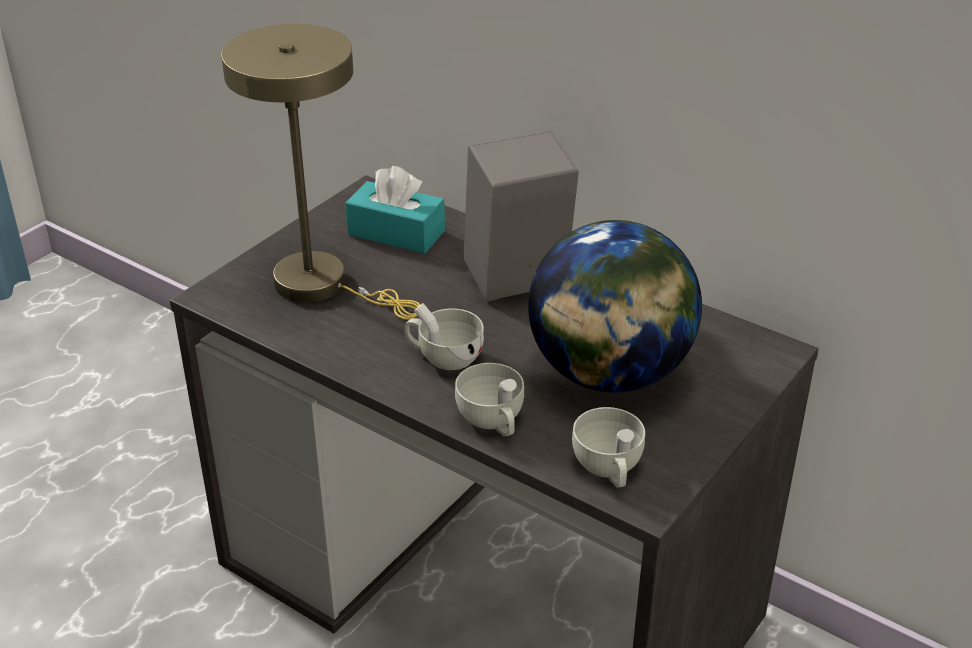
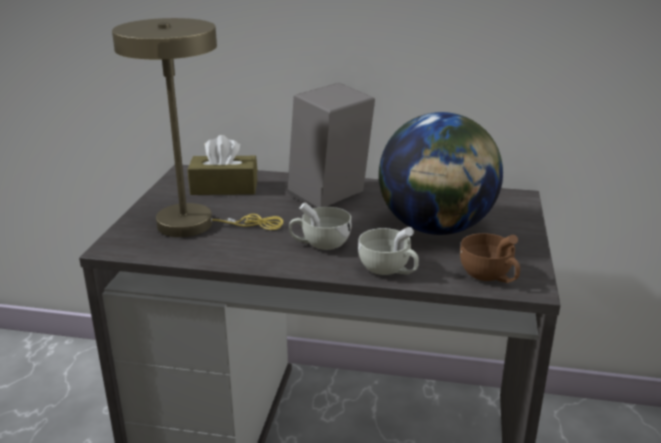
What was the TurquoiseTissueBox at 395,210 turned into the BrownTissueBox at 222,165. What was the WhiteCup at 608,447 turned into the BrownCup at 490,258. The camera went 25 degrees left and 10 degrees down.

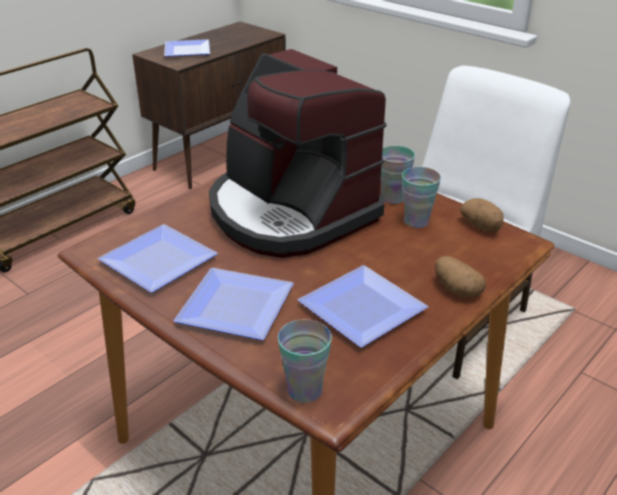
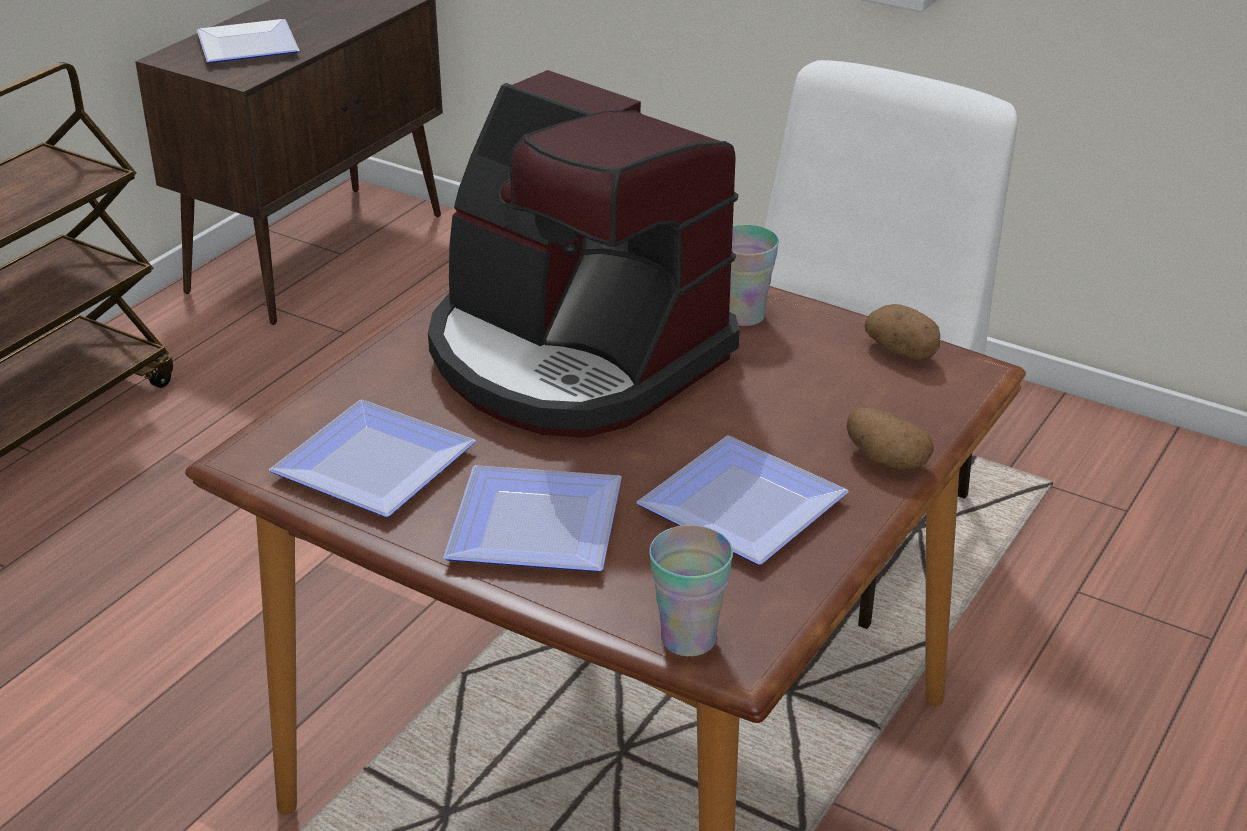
The second view lost the Cup at 421,197. The camera went 10 degrees left and 0 degrees up.

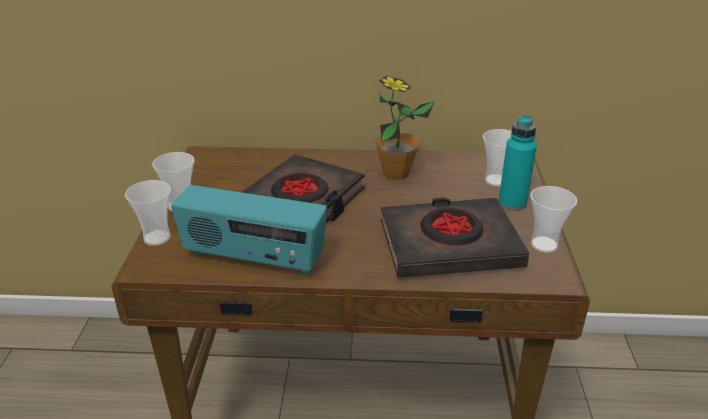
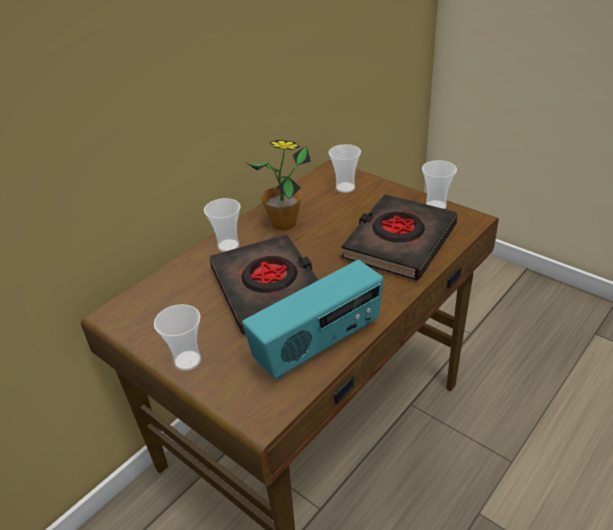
The second view lost the TurquoiseBottle at 518,163. The Cup ended up elsewhere, having gone from 148,213 to 222,225. The camera went 50 degrees left and 5 degrees up.

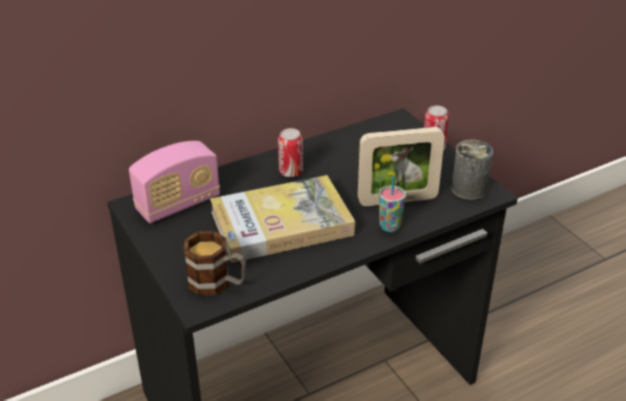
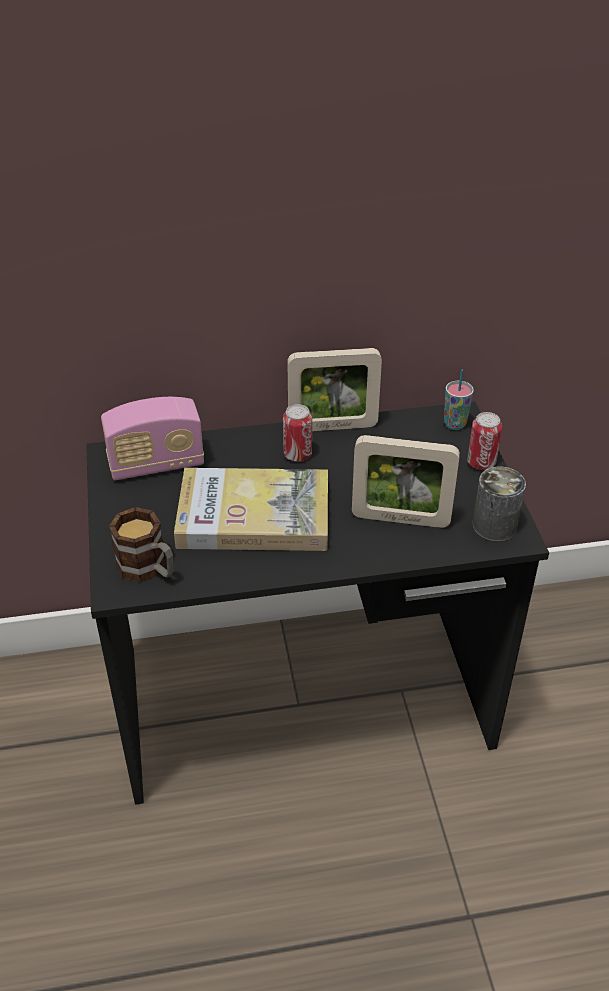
The second view gained the PictureFrame at 334,389. The Cup ended up elsewhere, having gone from 392,203 to 459,400. The camera went 20 degrees right and 5 degrees up.

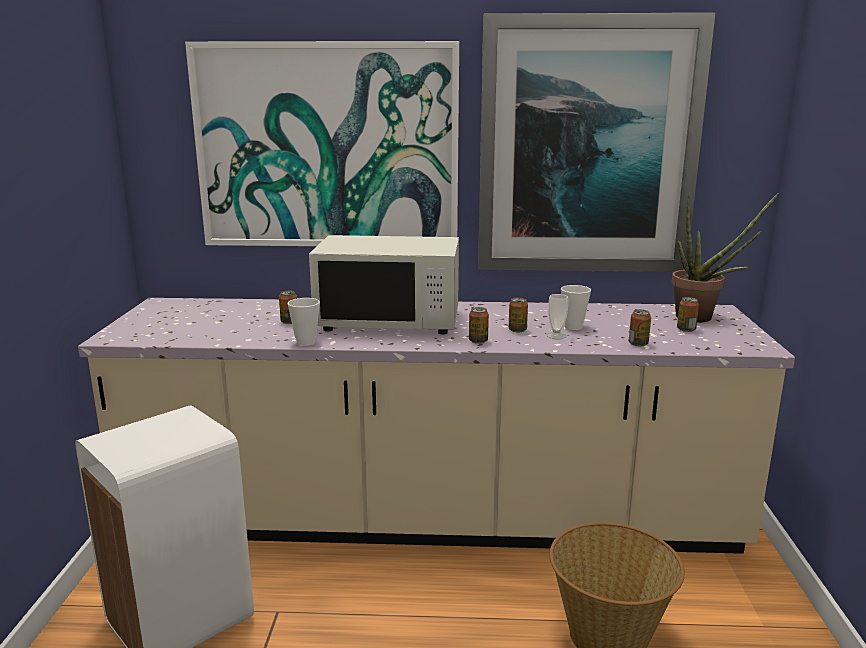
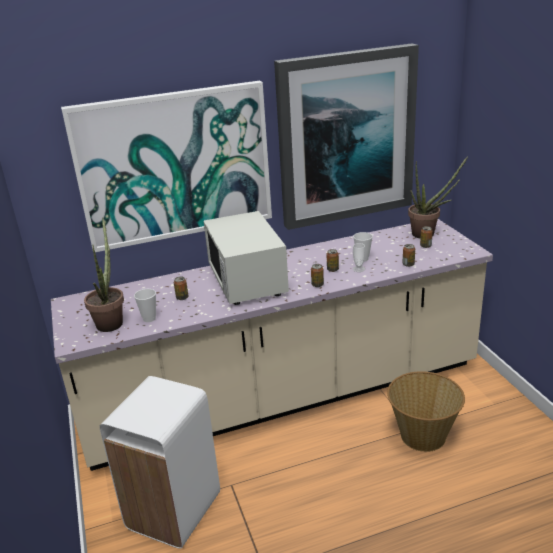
The second view gained the PottedPlant at 104,274. The Cup ended up elsewhere, having gone from 303,322 to 145,305. The WhiteMicrowave at 384,285 ended up facing another way, 90 degrees clockwise from before. The camera went 20 degrees left and 10 degrees up.

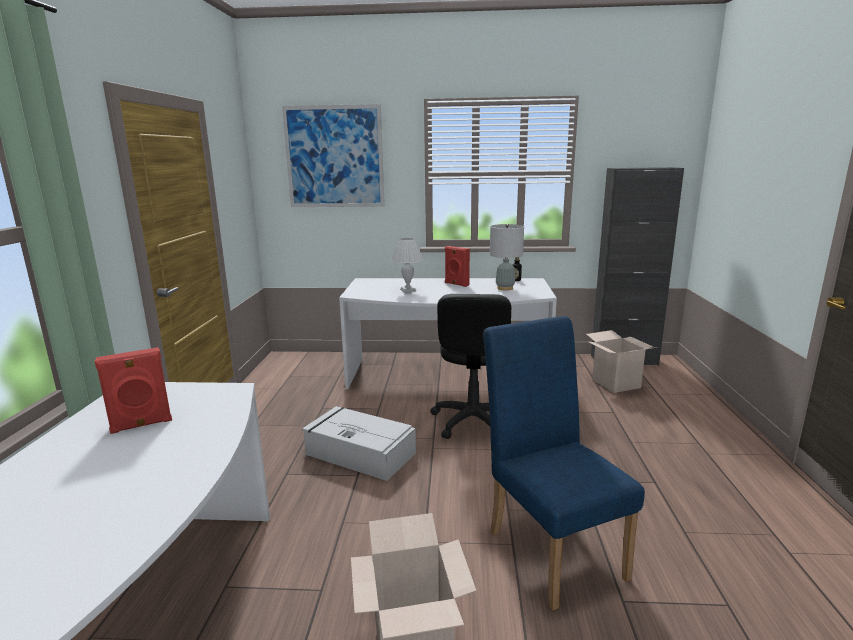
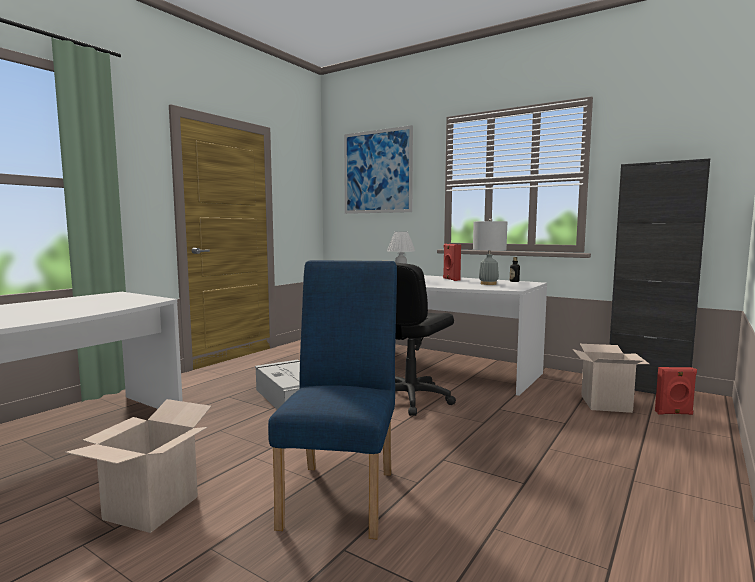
The RedSpeaker ended up elsewhere, having gone from 133,390 to 676,391. The camera went 30 degrees right and 10 degrees down.

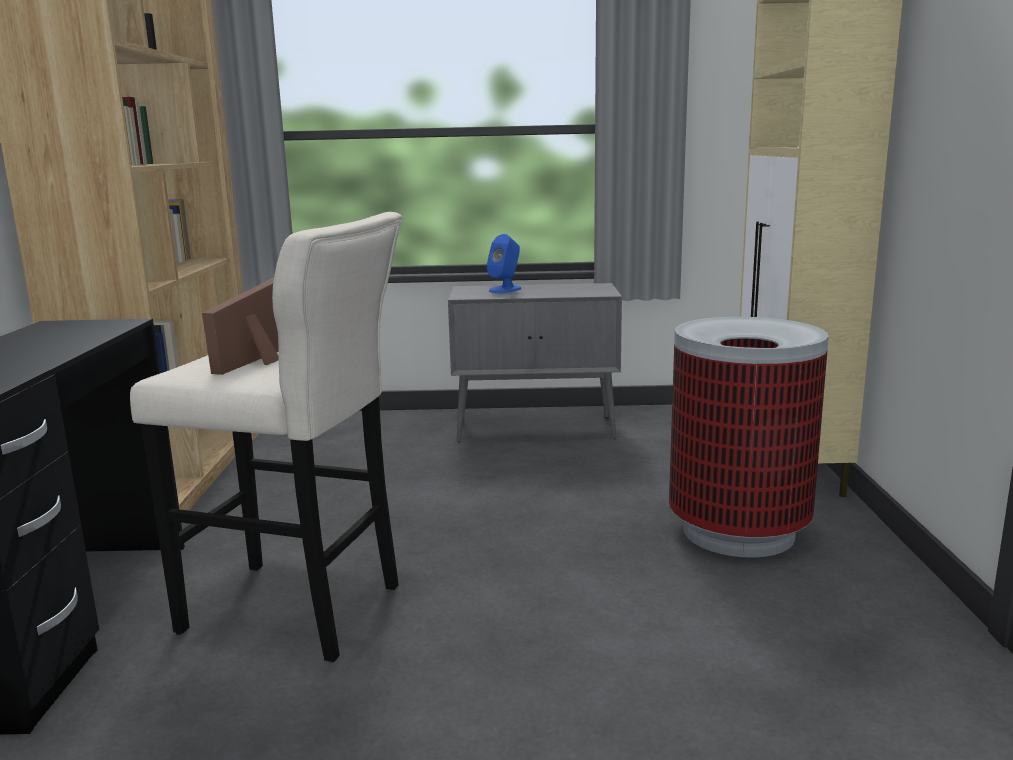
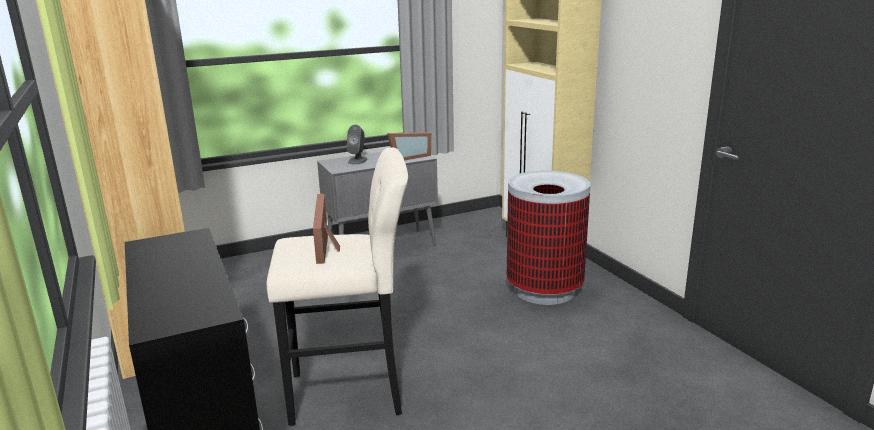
The second view gained the PictureFrame at 409,146. What was the BlueSpeaker at 504,263 turned into the GreySpeaker at 357,144. The camera went 25 degrees left and 5 degrees up.

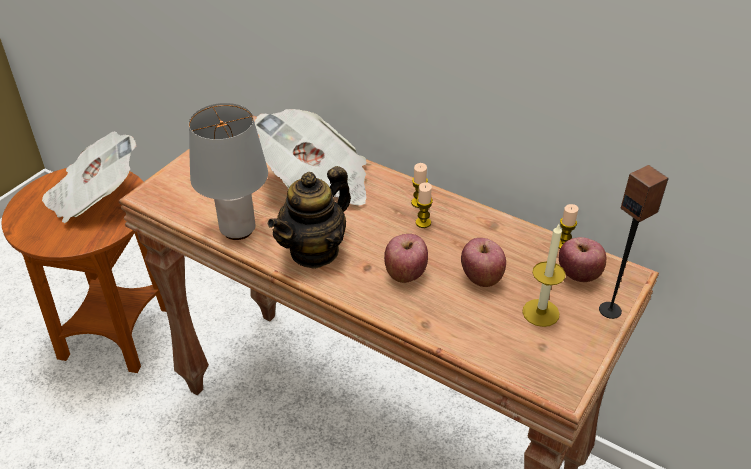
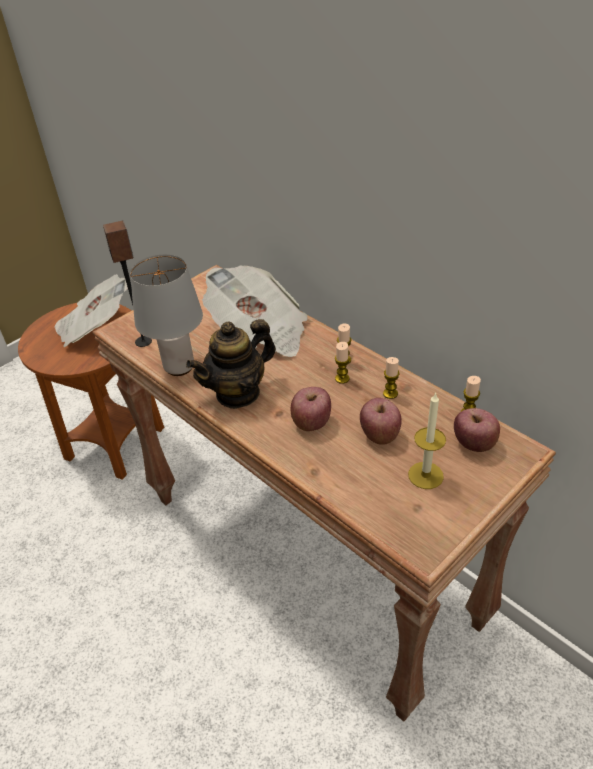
The second view gained the Candle at 391,378. The Speaker ended up elsewhere, having gone from 634,242 to 127,284. The camera went 15 degrees right and 0 degrees up.

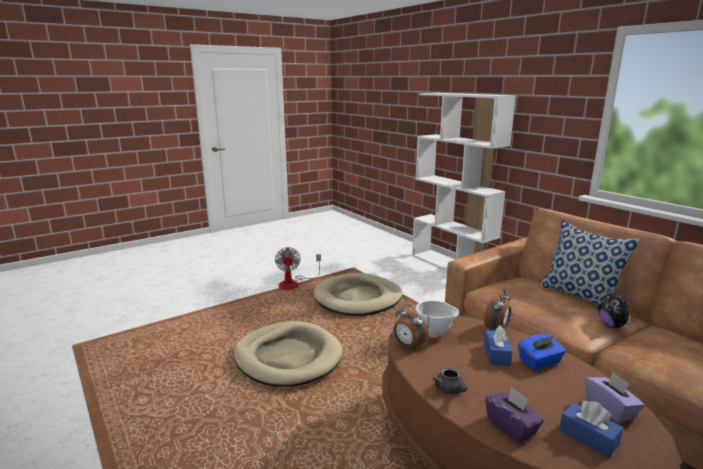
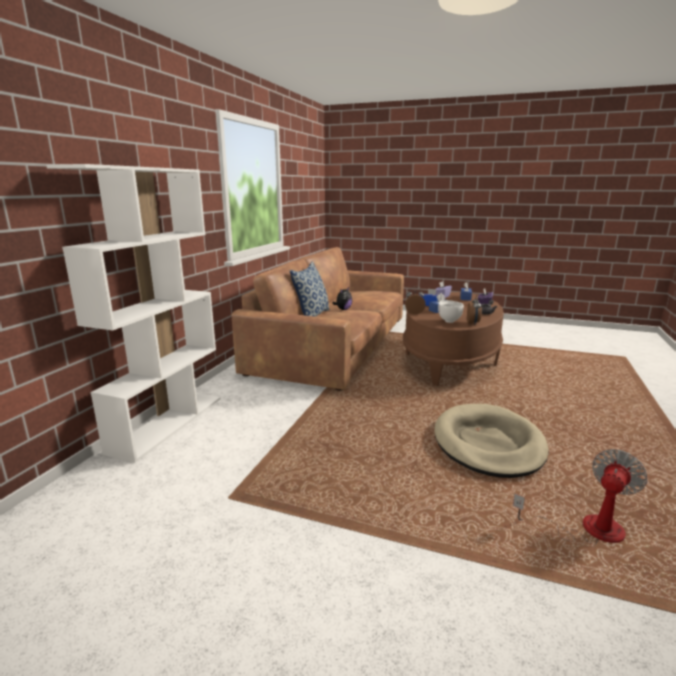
The second view lost the BeigeDogBed at 358,294. The Fan ended up elsewhere, having gone from 298,268 to 580,496. The camera went 125 degrees left and 0 degrees up.

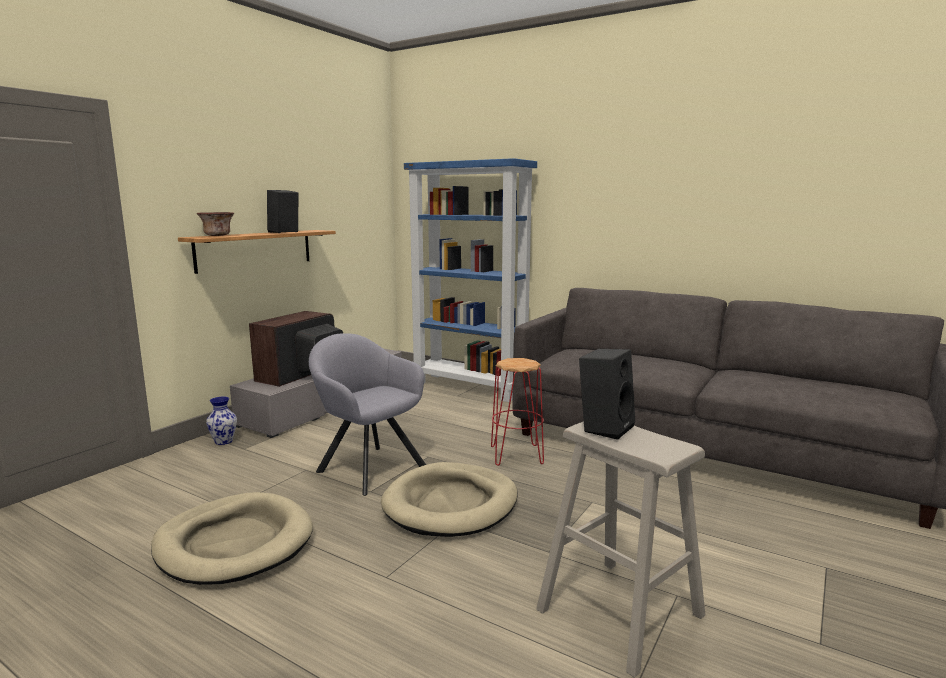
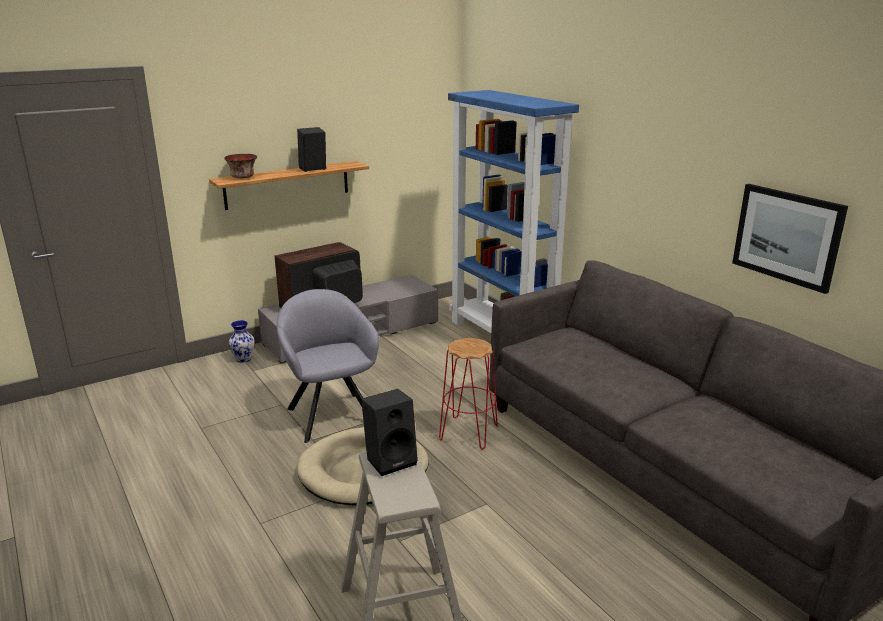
The second view lost the BeigeDogBed at 232,538. The second view gained the Picture at 790,239. The camera went 25 degrees right and 10 degrees up.

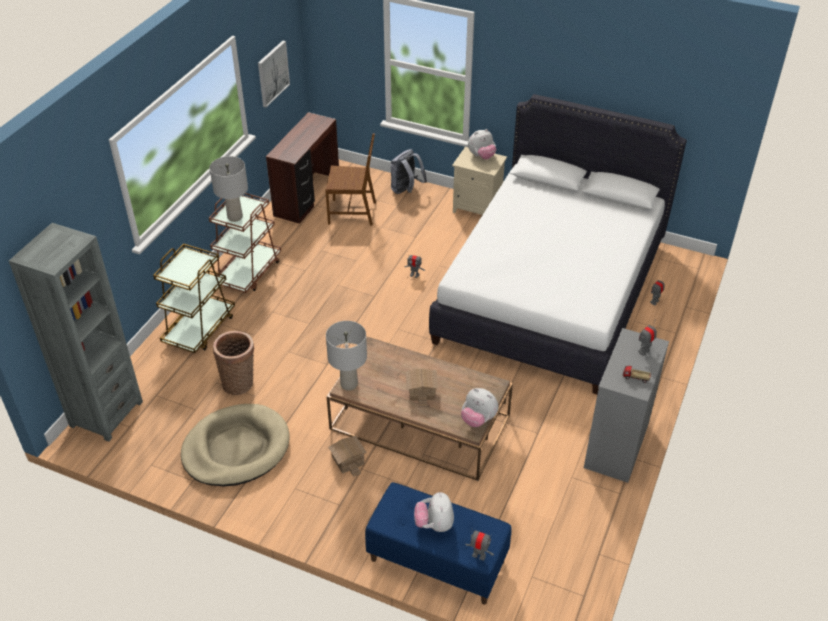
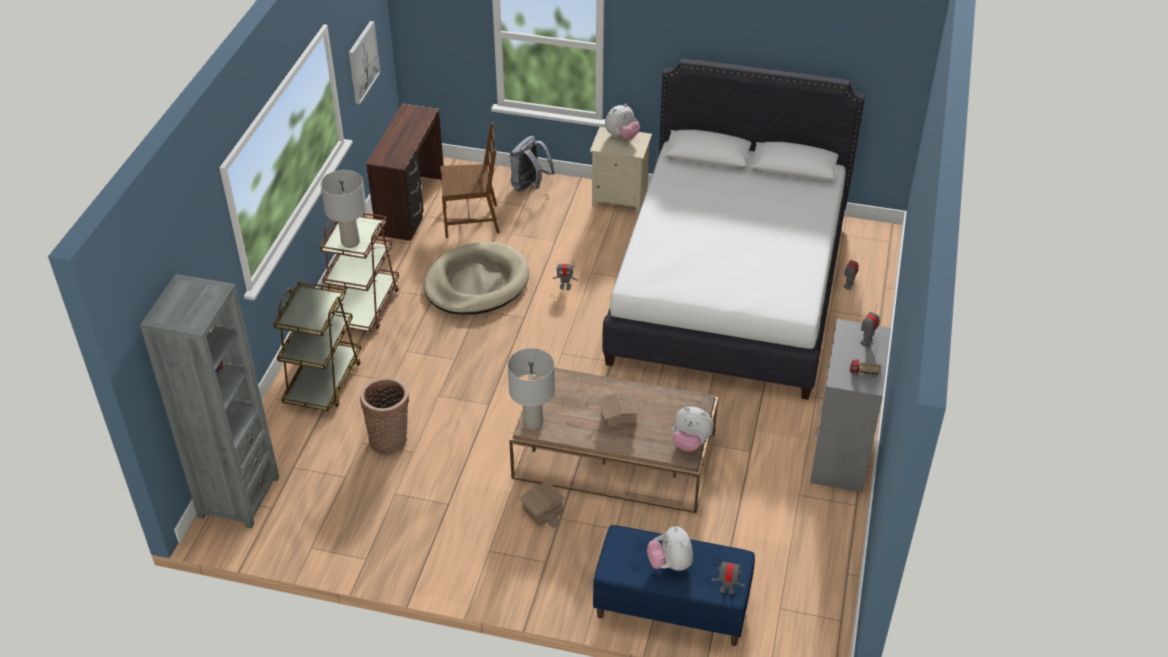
The BeigeDogBed ended up elsewhere, having gone from 235,445 to 476,278. The camera went 10 degrees left and 0 degrees up.

